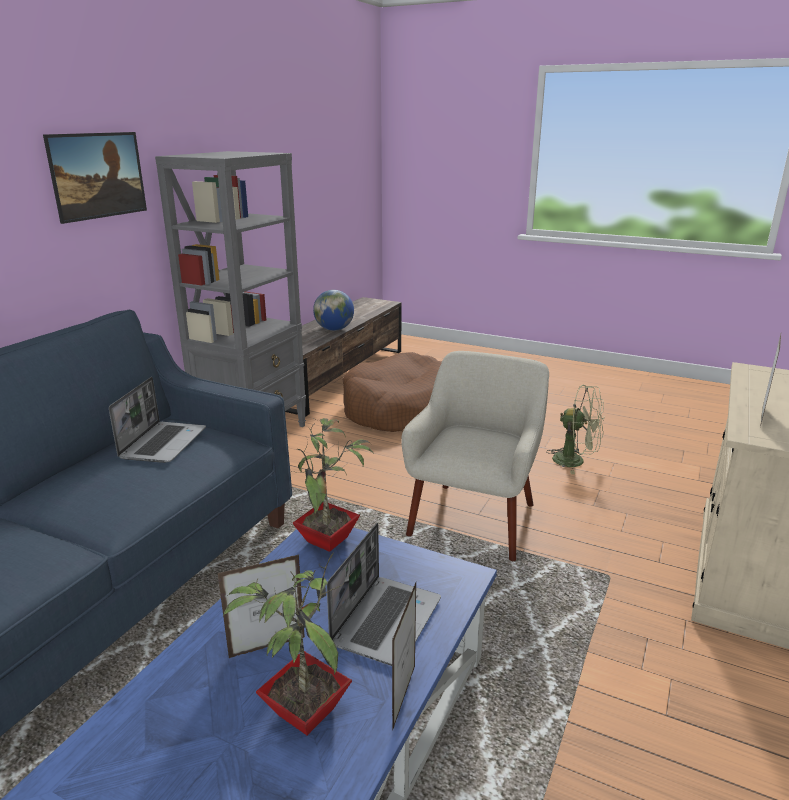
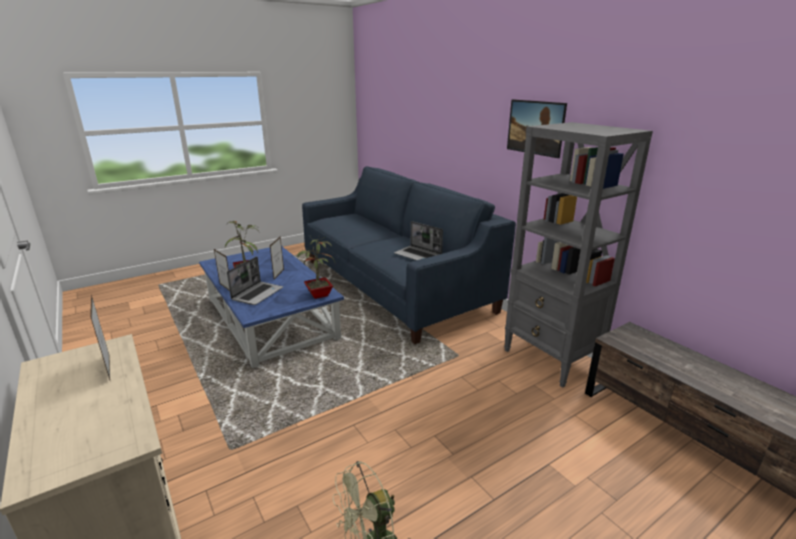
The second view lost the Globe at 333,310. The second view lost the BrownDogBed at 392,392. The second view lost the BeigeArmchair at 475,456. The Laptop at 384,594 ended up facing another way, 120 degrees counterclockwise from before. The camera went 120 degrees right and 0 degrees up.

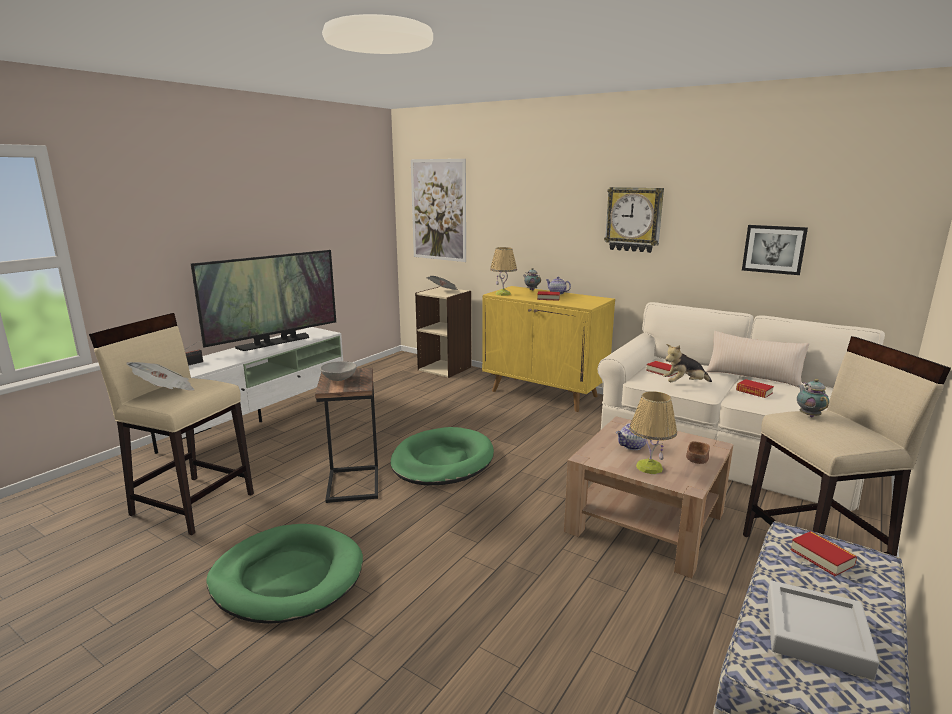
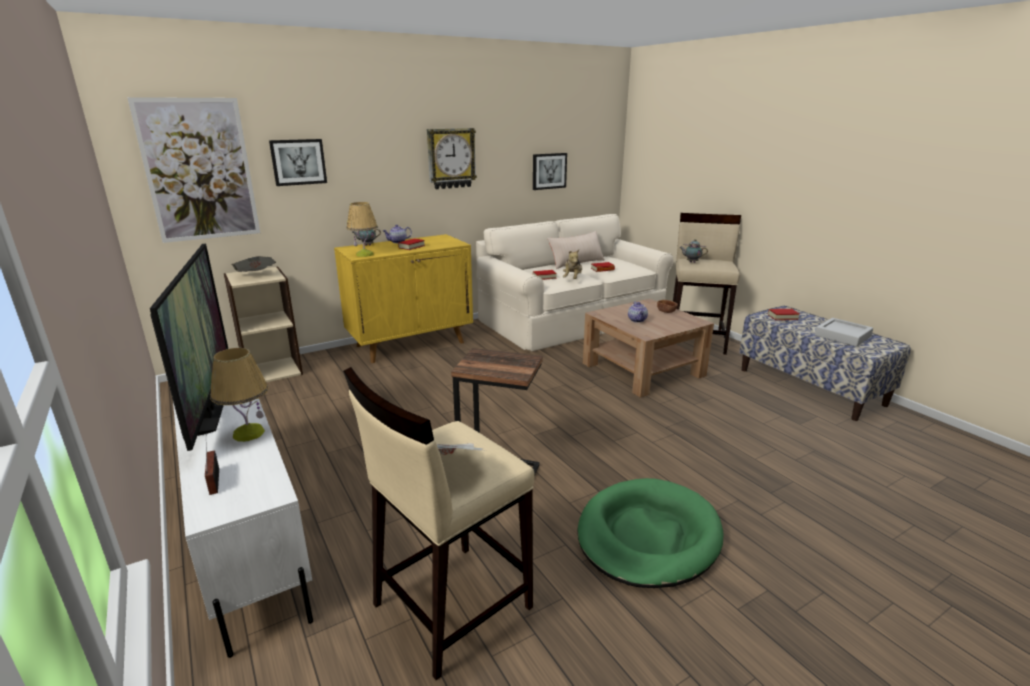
The second view lost the GreyBowl at 338,371. The second view lost the GreenDogBed at 442,456. The second view gained the Picture at 298,162. The TableLamp ended up elsewhere, having gone from 653,432 to 239,395. The camera went 65 degrees left and 5 degrees up.

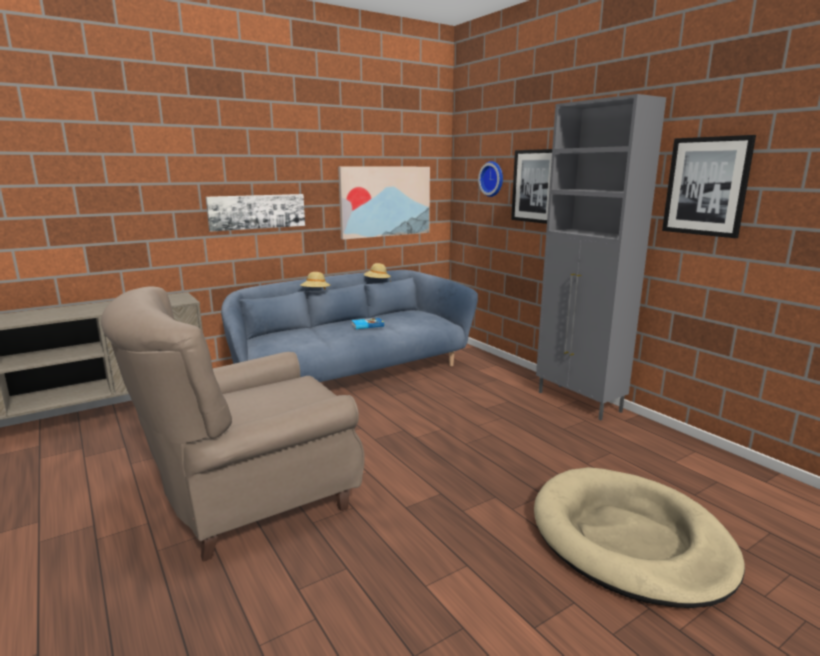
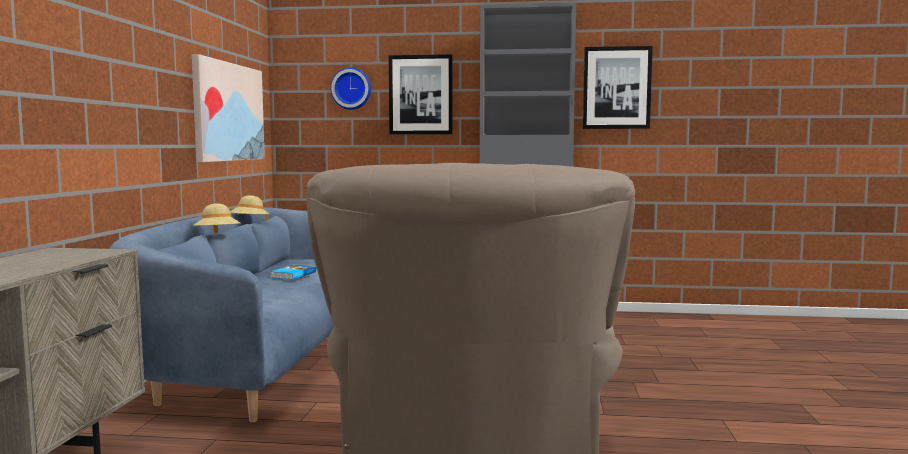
The second view lost the Picture at 255,213. The second view lost the BeigeDogBed at 639,537. The camera went 50 degrees left and 10 degrees down.

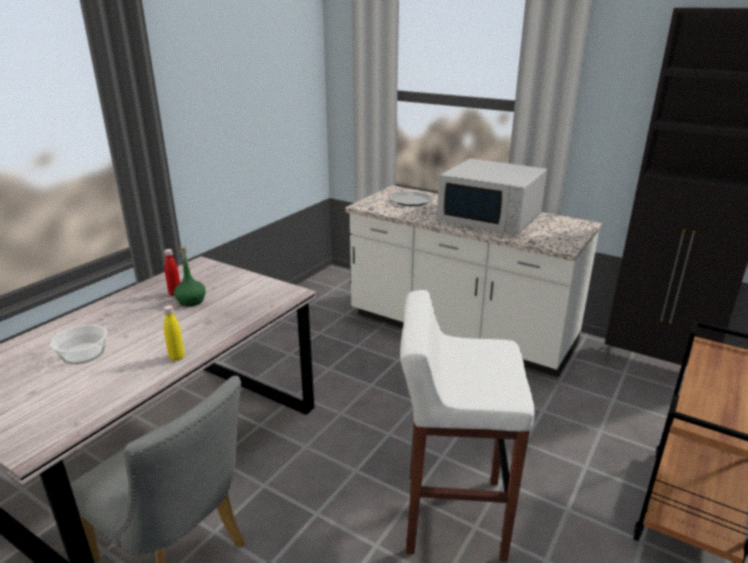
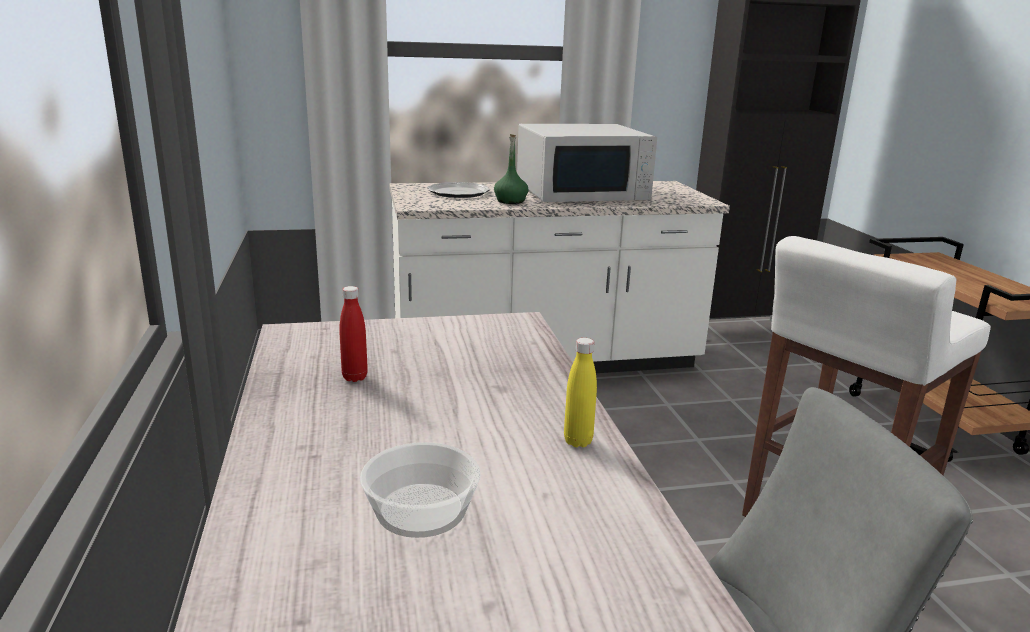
The GreenBottle ended up elsewhere, having gone from 190,277 to 511,169. The camera went 45 degrees left and 5 degrees down.

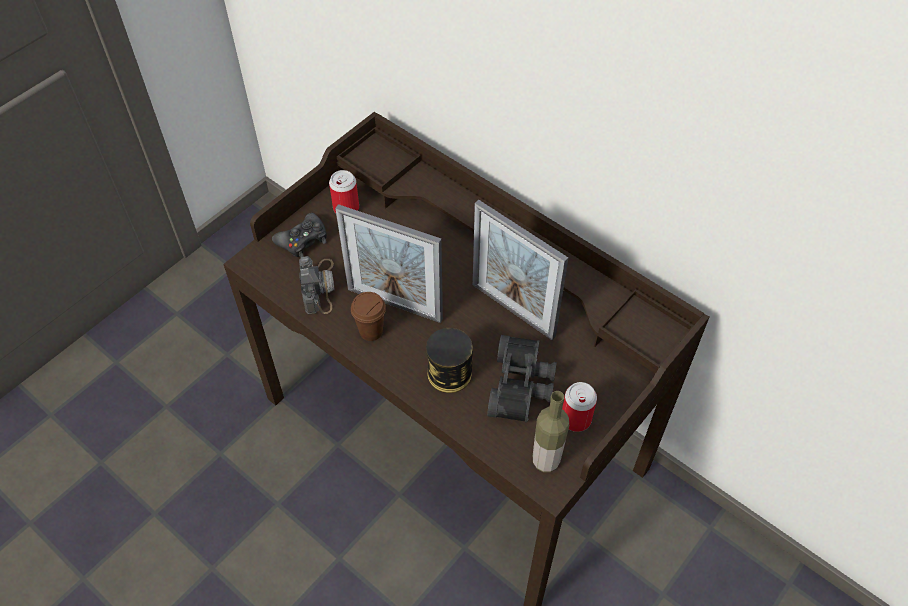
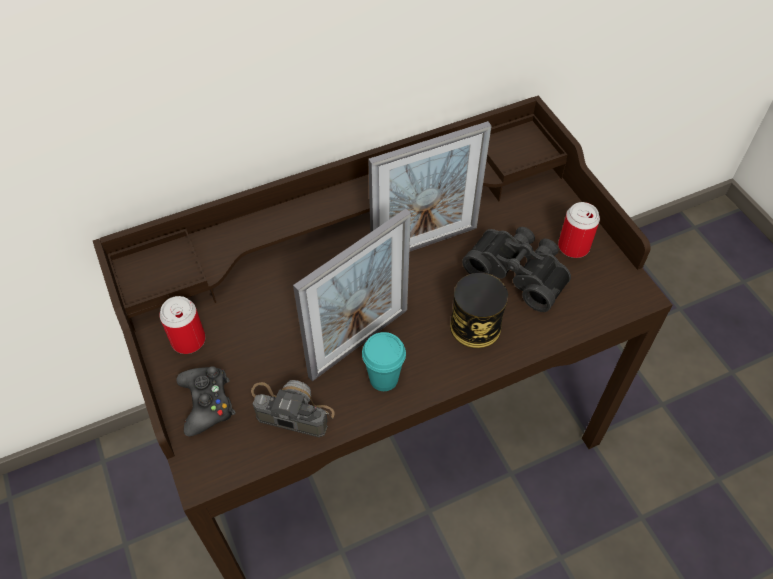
The second view lost the Bottle at 551,432. What was the BrownCup at 368,316 turned into the TurquoiseCup at 384,361. The camera went 65 degrees left and 0 degrees up.

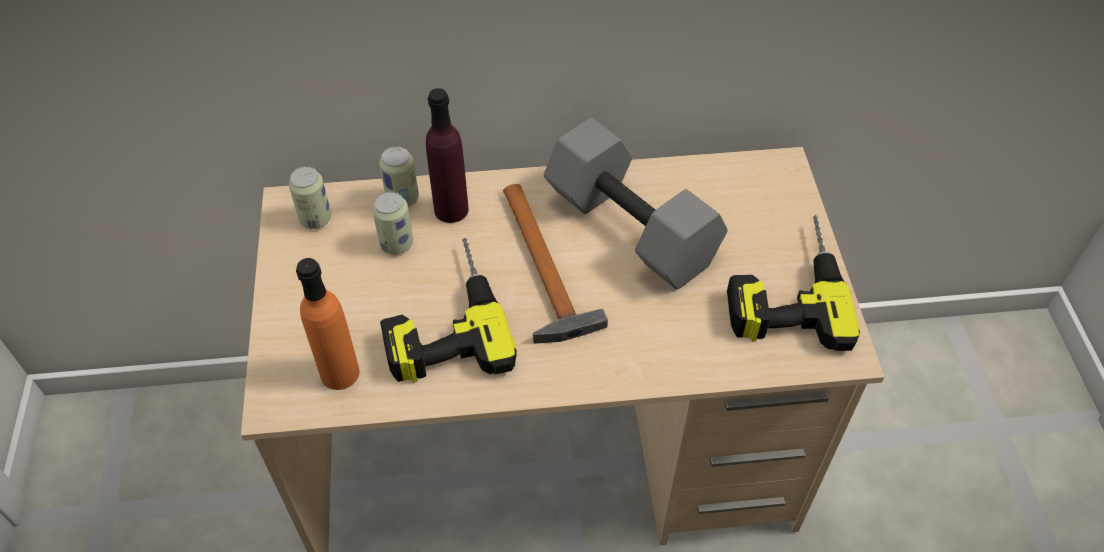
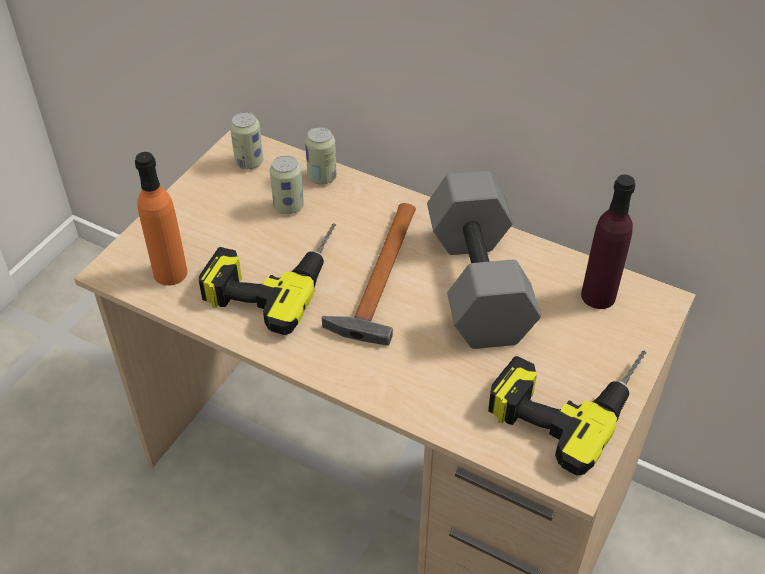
The PurpleBottle ended up elsewhere, having gone from 447,155 to 608,241. The camera went 35 degrees right and 5 degrees down.

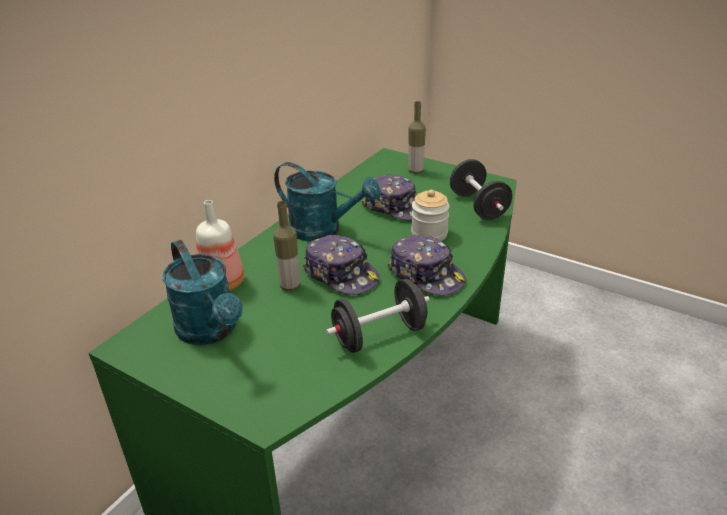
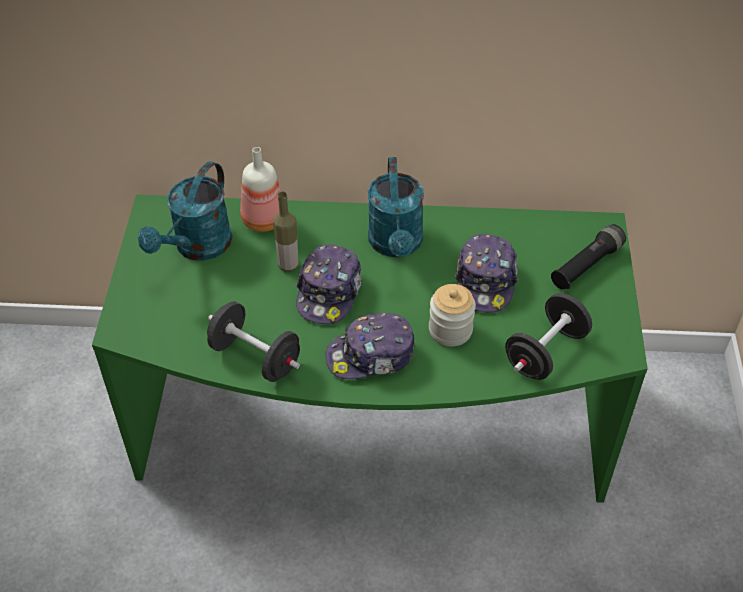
Where the Bottle stood at 417,137, the BlackFlashlight came to stand at 588,257. The Cap at 427,265 ended up facing another way, 60 degrees clockwise from before. The camera went 60 degrees right and 15 degrees up.

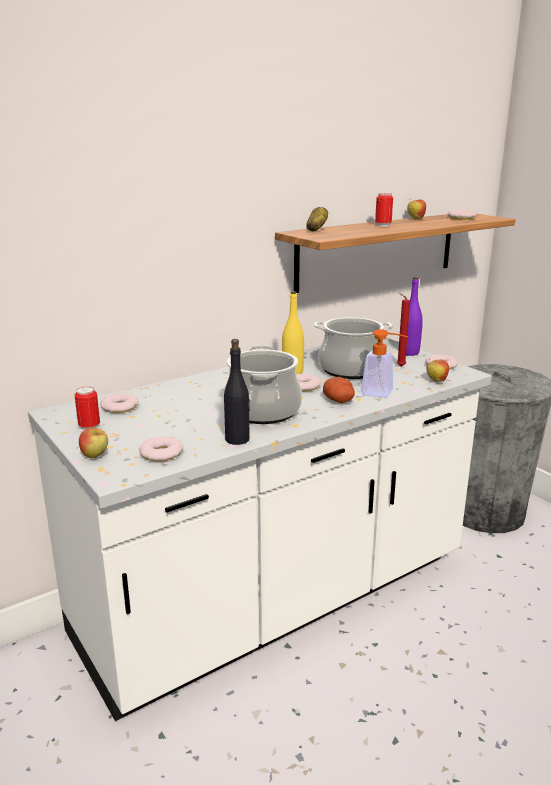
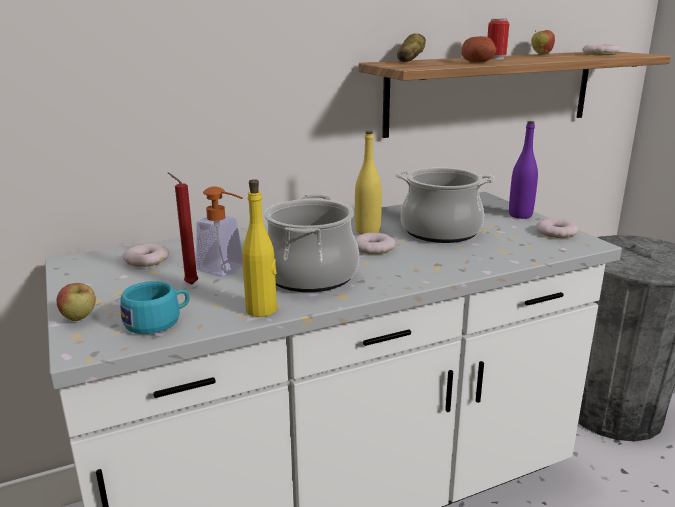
The second view lost the Can at 87,408. The second view lost the Apple at 437,370. The Potato ended up elsewhere, having gone from 339,390 to 479,49. The SoapDispenser ended up elsewhere, having gone from 384,363 to 219,231. The RedCandle ended up elsewhere, having gone from 403,330 to 183,229. Where the Donut stood at 161,449, the TurquoiseCup came to stand at 155,307. What was the BlackBottle at 237,392 turned into the YellowBottle at 259,248. The camera went 10 degrees right and 0 degrees up.

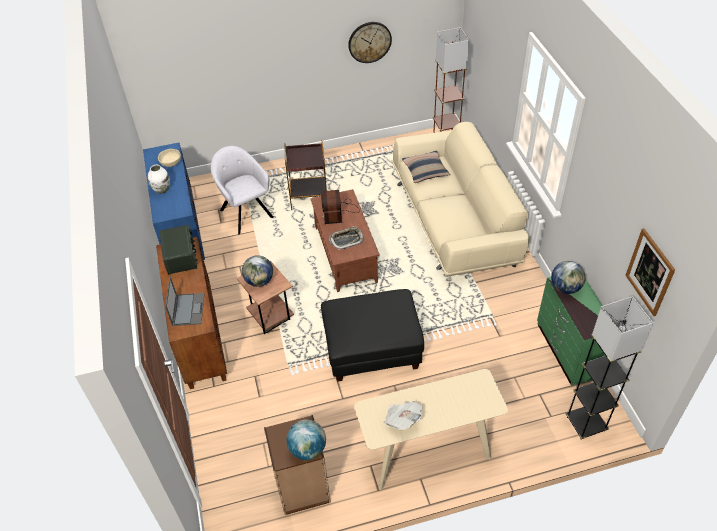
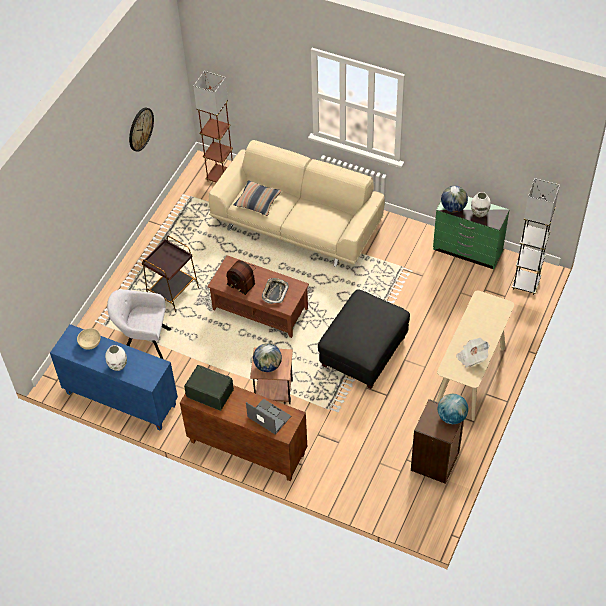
The second view lost the Picture at 650,272. The second view gained the WhiteVase at 481,204. The camera went 50 degrees left and 5 degrees up.

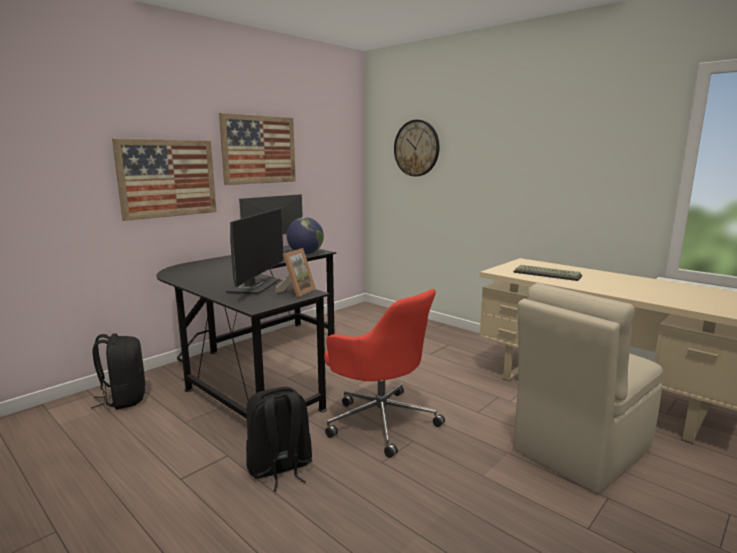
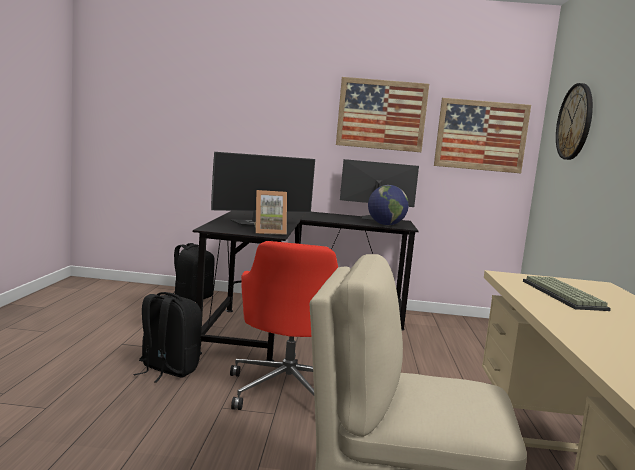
The Picture ended up elsewhere, having gone from 164,179 to 482,135. The camera went 50 degrees right and 5 degrees down.

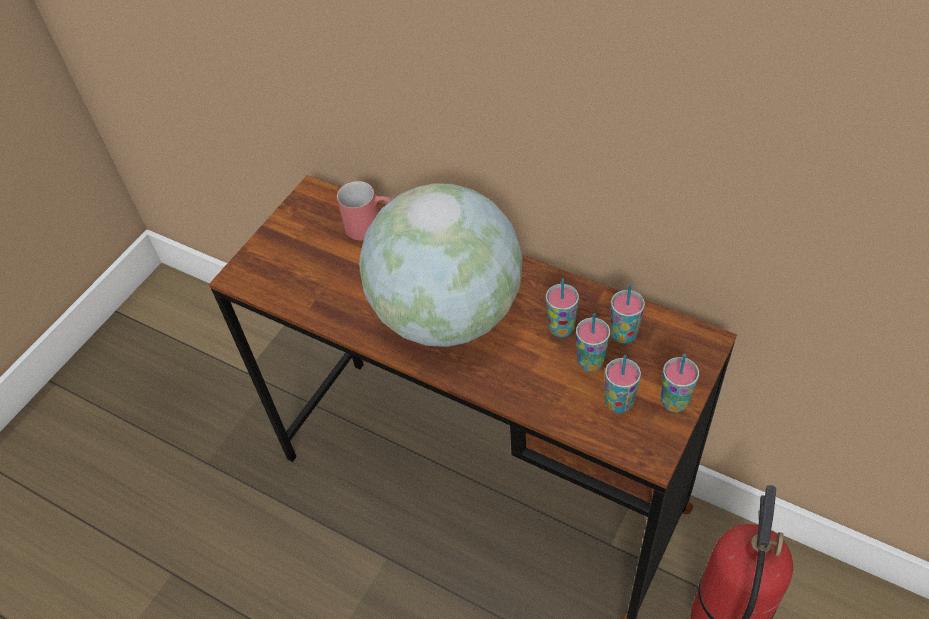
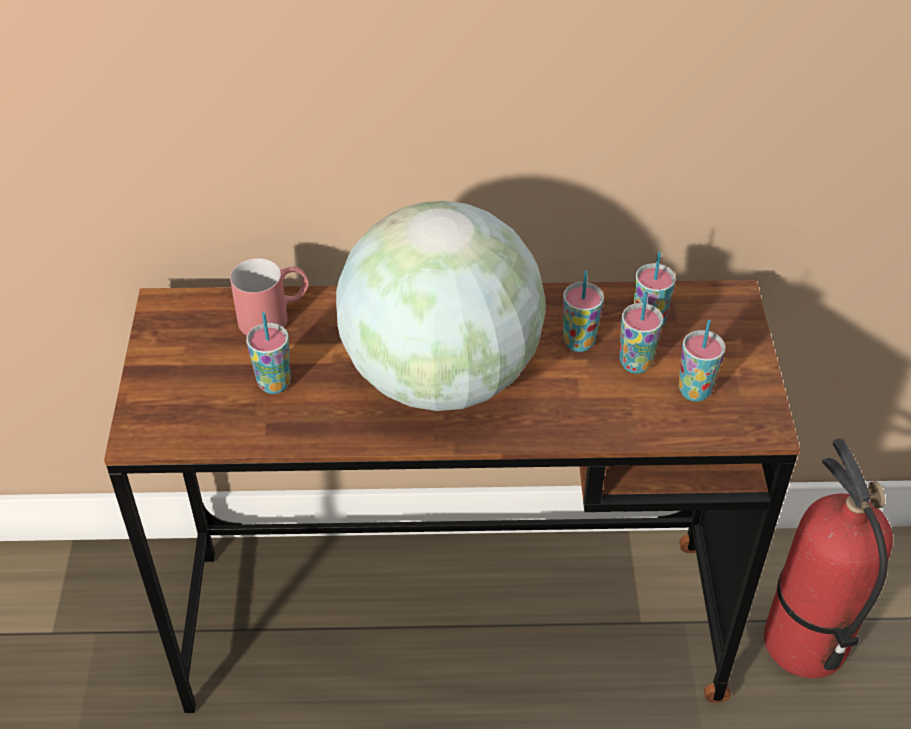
The Cup ended up elsewhere, having gone from 680,383 to 268,353. The camera went 35 degrees left and 5 degrees down.

